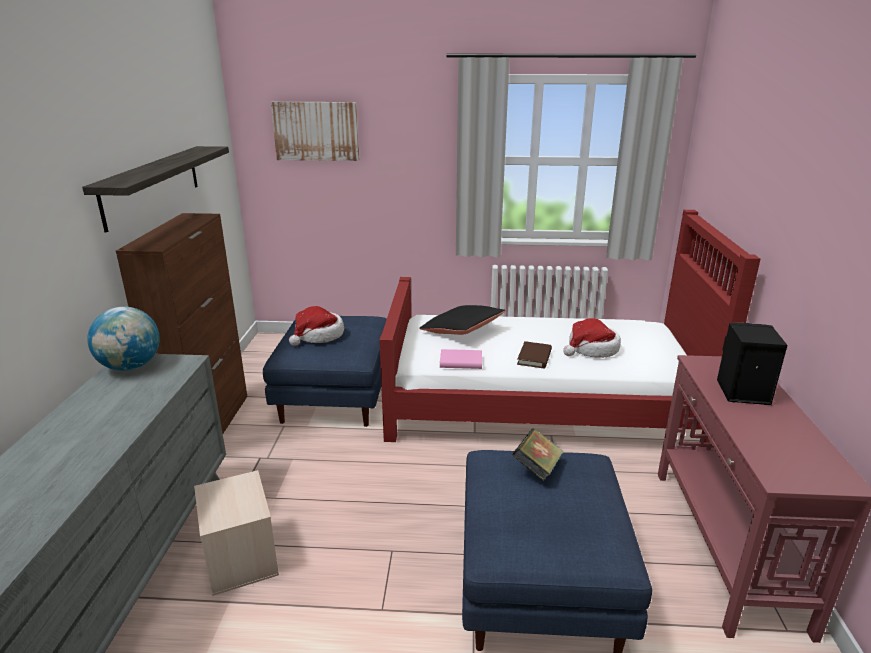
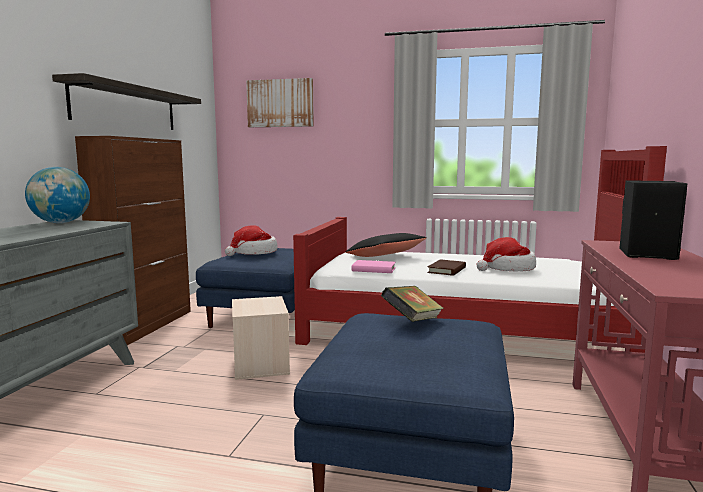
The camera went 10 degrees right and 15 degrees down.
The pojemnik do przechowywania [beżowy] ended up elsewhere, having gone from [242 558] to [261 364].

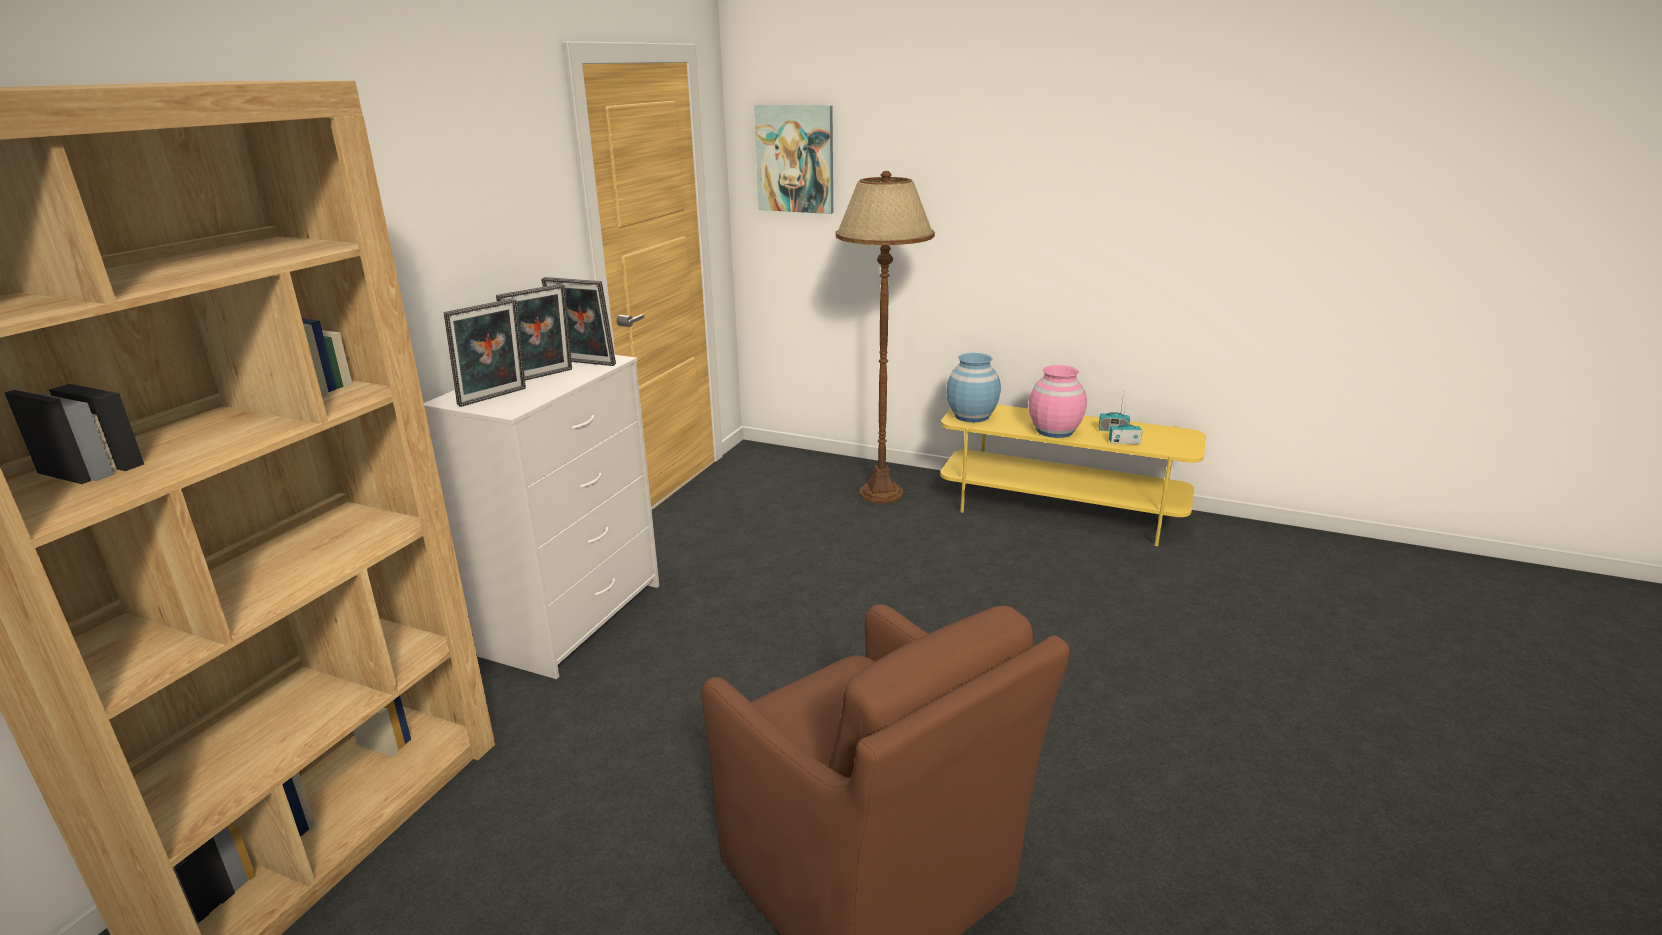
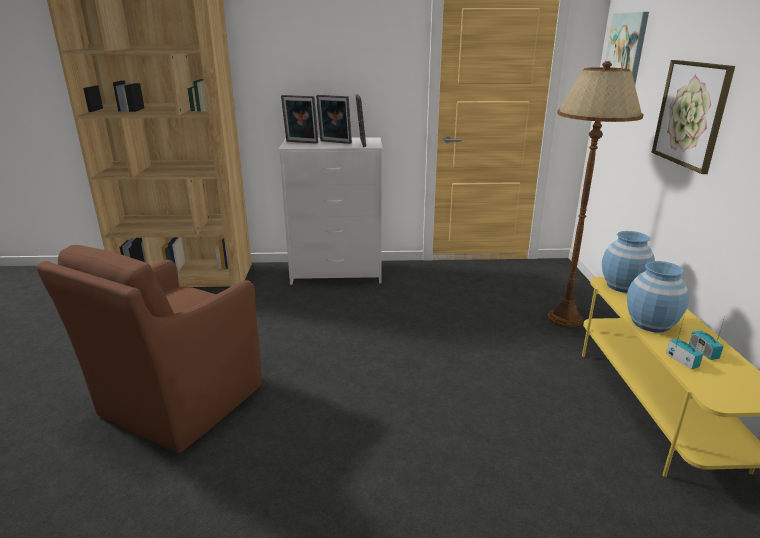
The camera went 65 degrees right and 0 degrees up.
What was the wazon [różowy] at [1055 431] turned into the wazon [niebieski] at [651 323].
The second view gained the obraz at [691 114].

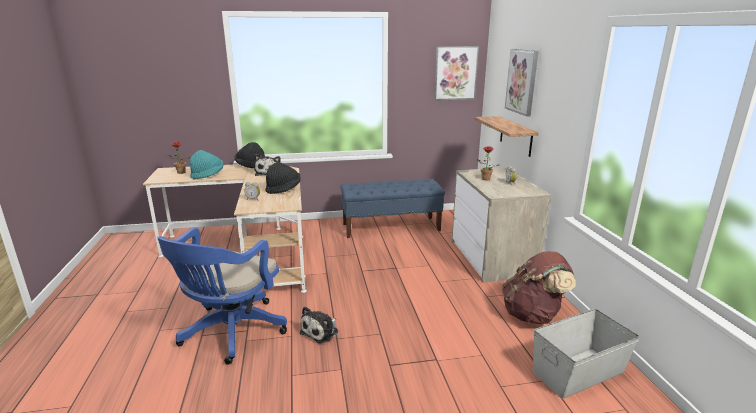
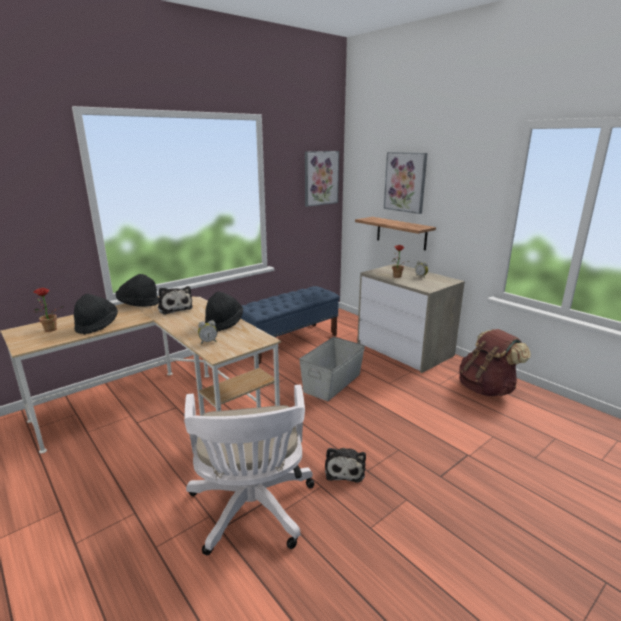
The camera went 30 degrees left and 0 degrees up.
What was the krzesło biurowe [niebieski] at [230 333] turned into the krzesło biurowe [biały] at [252 511].
What was the kapelusz [turkusowy] at [207 175] turned into the kapelusz [czarny] at [97 326].
The pojemnik do przechowywania [szary] ended up elsewhere, having gone from [579 372] to [333 383].

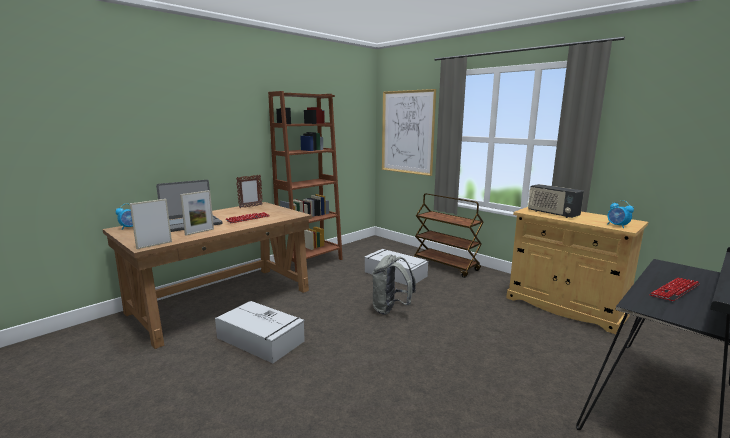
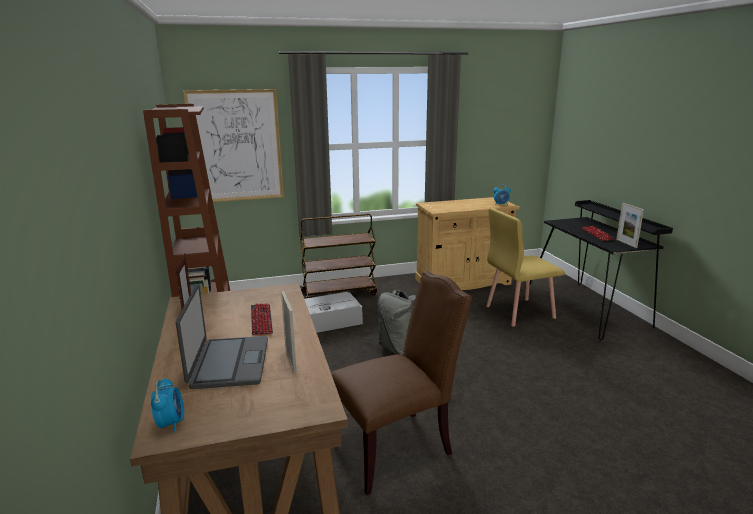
The camera went 60 degrees left and 5 degrees up.
The ramka na zdjęcie ended up elsewhere, having gone from [154 245] to [626 243].
Where the pojemnik do przechowywania [szary] stood at [261 340], the krzesło [brązowy] came to stand at [395 446].
The second view lost the radio at [552 213].
The second view gained the krzesło [żółty] at [519 312].

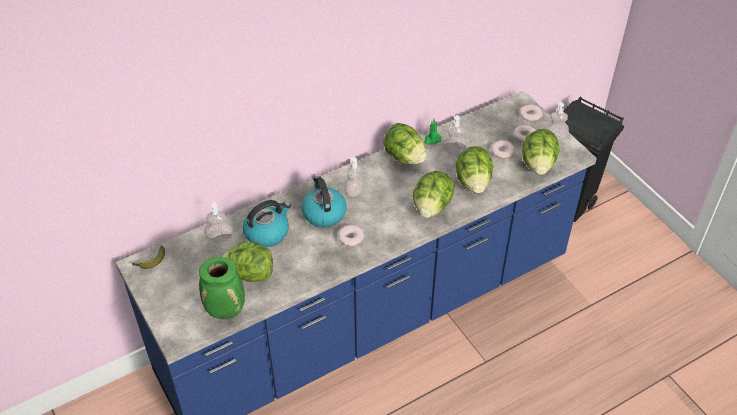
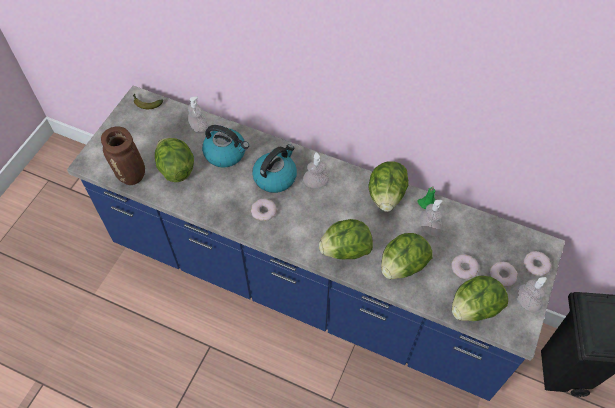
The camera went 55 degrees right and 10 degrees up.
What was the wazon [zielony] at [226 310] turned into the wazon [brązowy] at [132 176].

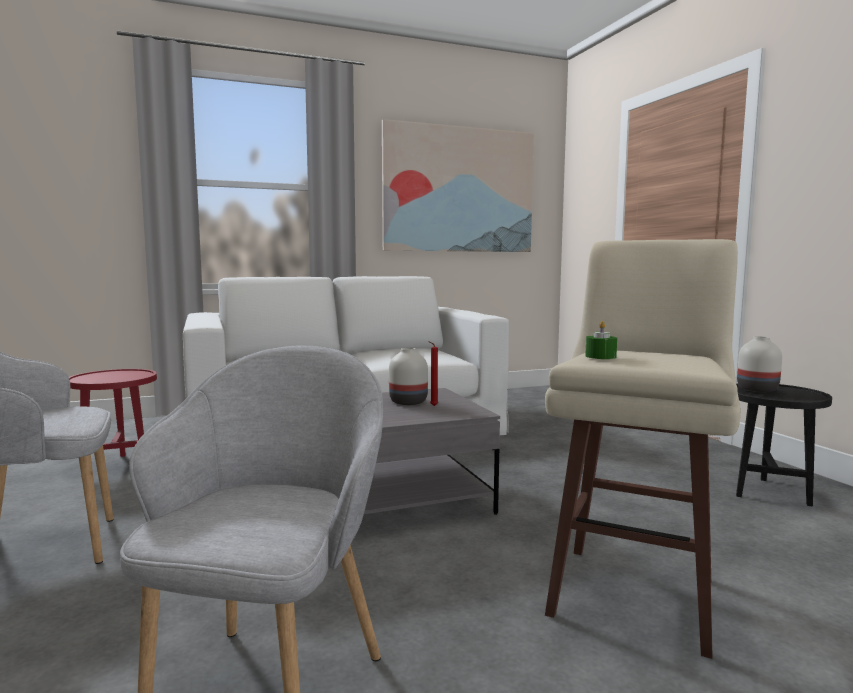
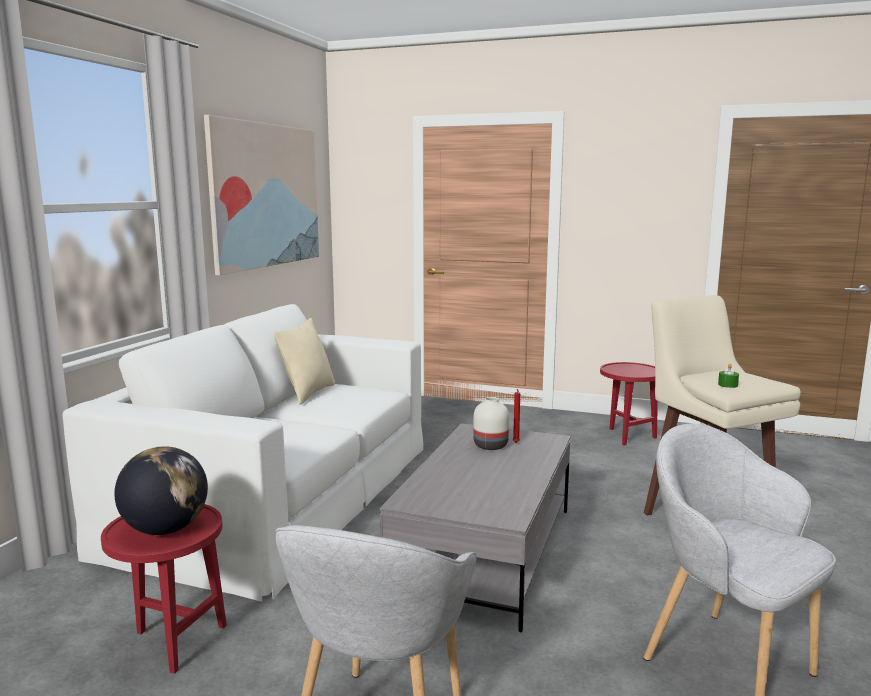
The camera went 50 degrees left and 5 degrees up.
What was the stolik [czarny] at [769 491] turned into the stolik [czerwony] at [627 436].
The second view lost the wazon [biały] at [756 389].
The second view gained the globus at [166 529].
The second view gained the poduszka [beżowy] at [308 393].

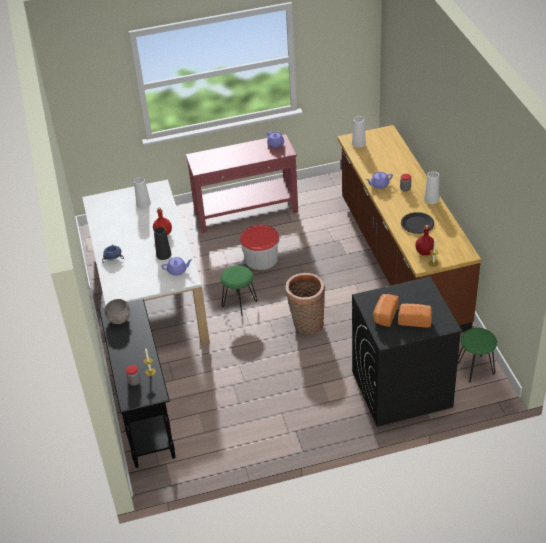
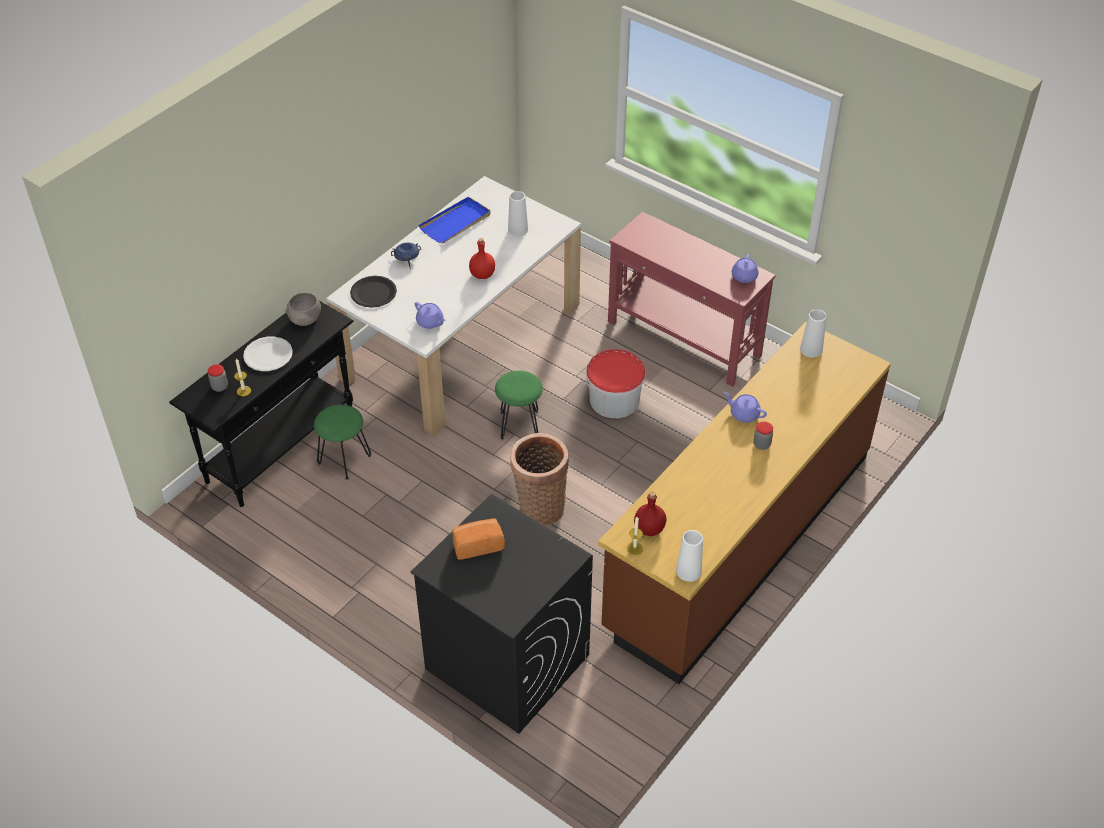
The camera went 50 degrees right and 5 degrees up.
The second view lost the wazon [czarny] at [163 255].
The second view lost the chleb at [414 320].
The talerz [czarny] ended up elsewhere, having gone from [417 224] to [373 293].
The wazon [biały] ended up elsewhere, having gone from [431 199] to [688 571].
The stołek [zielony] ended up elsewhere, having gone from [475 368] to [344 459].
The second view gained the talerz [biały] at [268 355].
The second view gained the taca [niebieski] at [456 222].

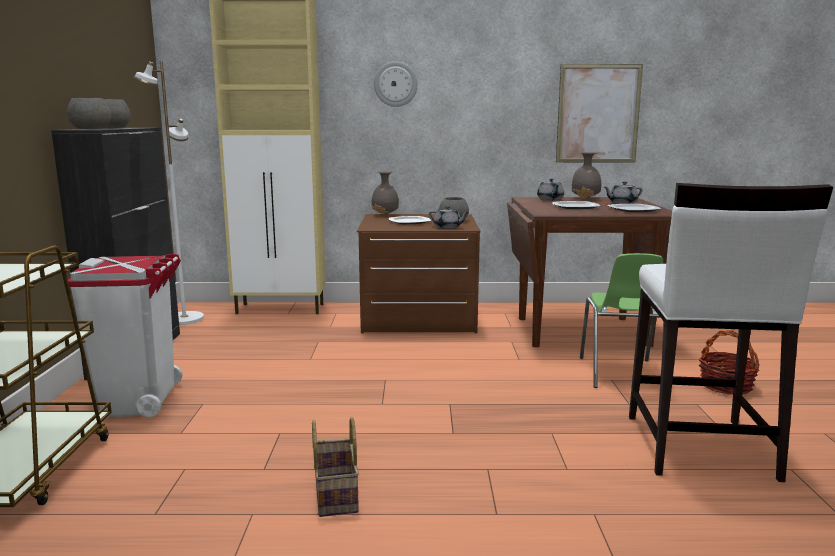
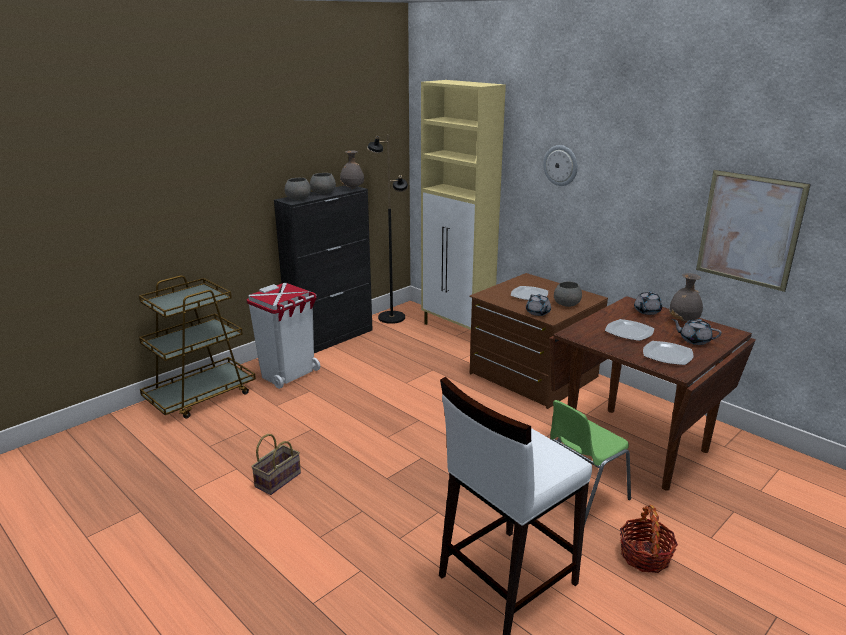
The camera went 45 degrees right and 10 degrees up.
What was the lampa stojąca [biały] at [183 319] turned into the lampa stojąca [czarny] at [391 317].
The wazon [szary] ended up elsewhere, having gone from [385 215] to [352 188].

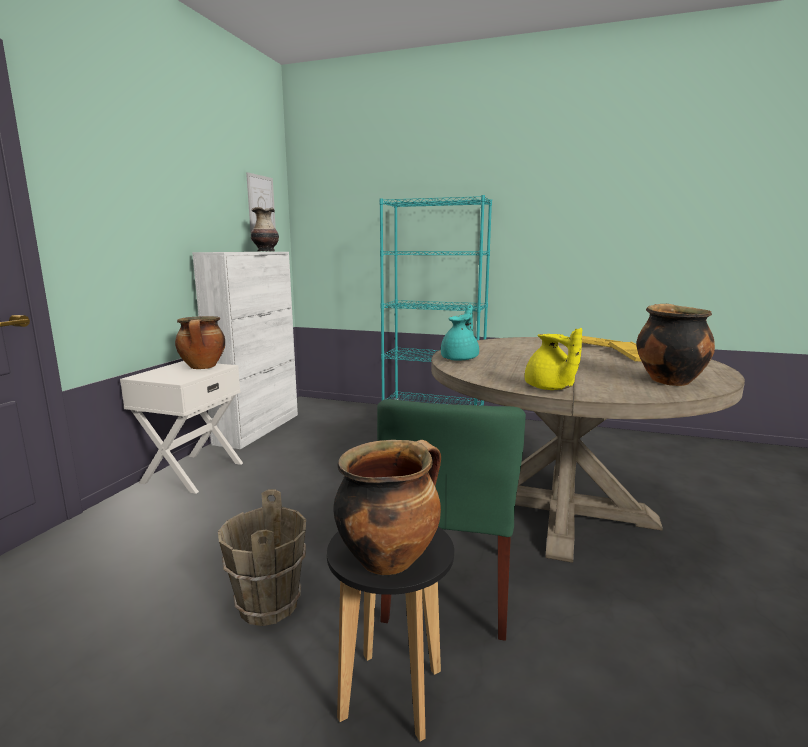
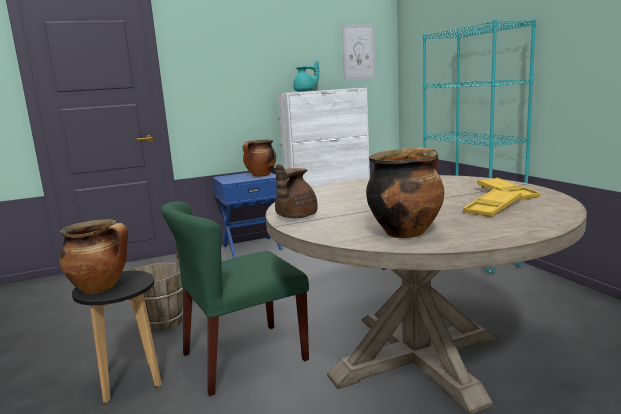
The camera went 50 degrees right and 0 degrees up.
What was the szafka nocna [biały] at [192 472] turned into the szafka nocna [niebieski] at [252 247].
The second view lost the wazon at [266 251].
The imbryk [turkusowy] ended up elsewhere, having gone from [461 358] to [305 91].
What was the imbryk [żółty] at [550 388] turned into the imbryk [brązowy] at [295 217].

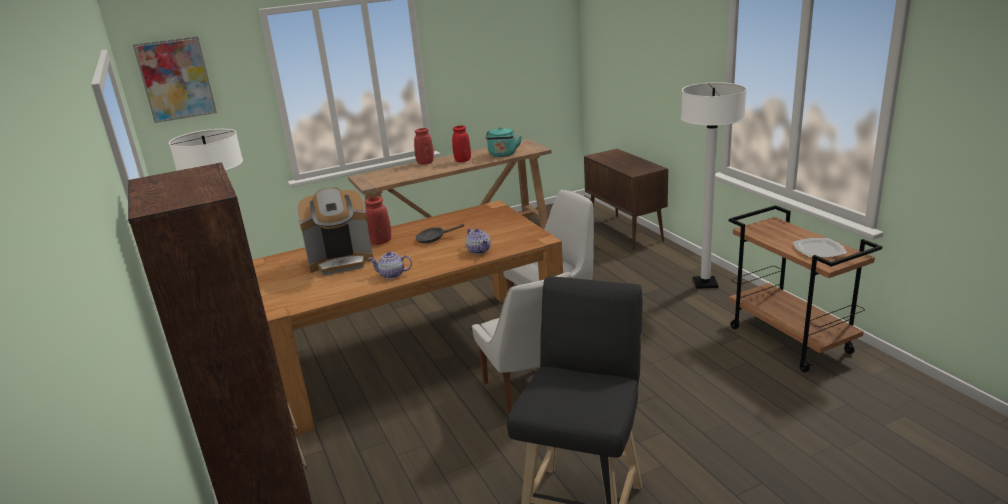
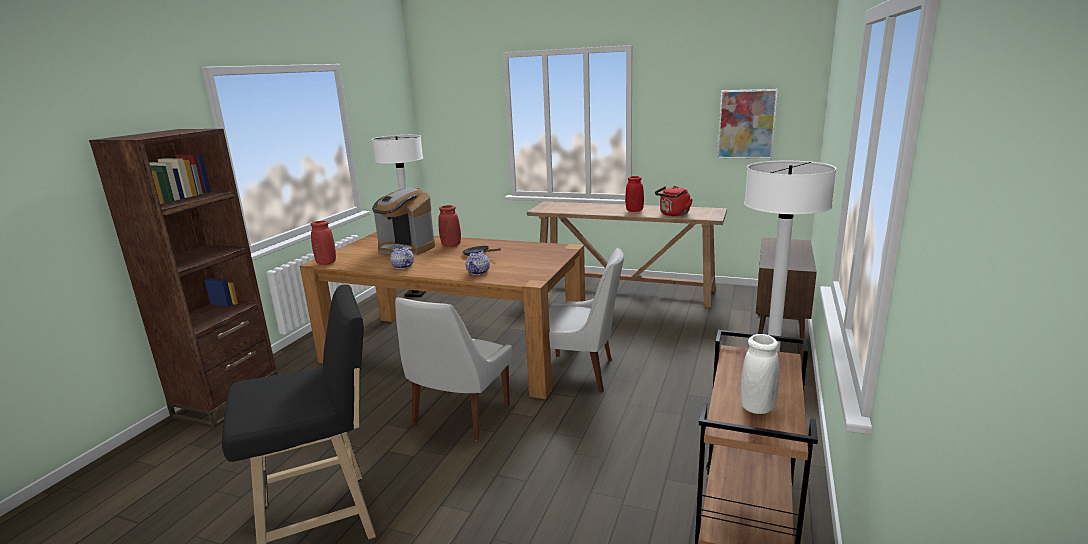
The camera went 45 degrees right and 5 degrees down.
The obraz ended up elsewhere, having gone from [176 79] to [746 124].
The wazon [czerwony] ended up elsewhere, having gone from [425 163] to [326 263].
What was the czajnik [turkusowy] at [502 155] turned into the czajnik [czerwony] at [673 214].
Where the talerz stood at [819 249], the wazon [biały] came to stand at [757 407].

